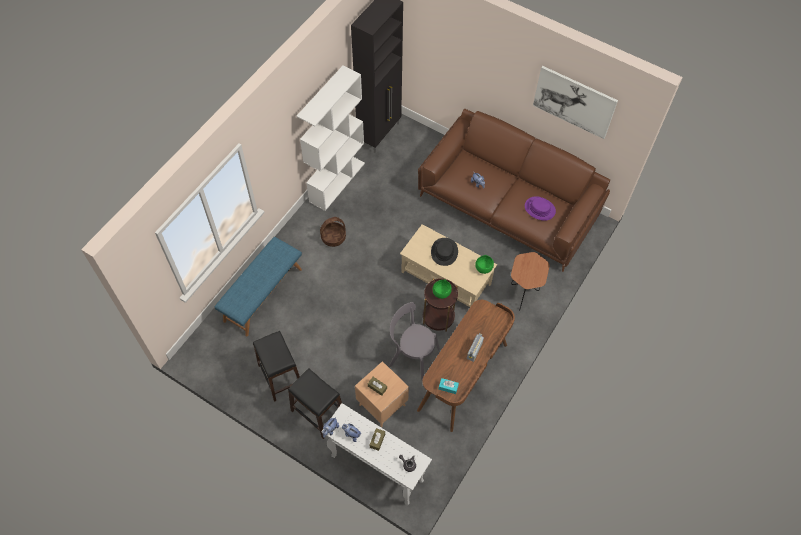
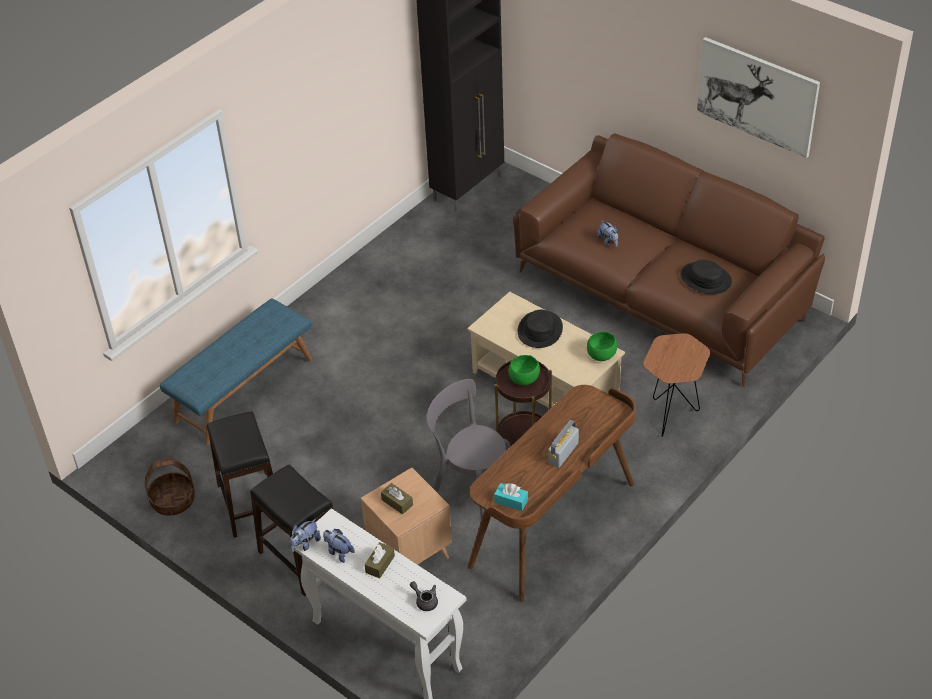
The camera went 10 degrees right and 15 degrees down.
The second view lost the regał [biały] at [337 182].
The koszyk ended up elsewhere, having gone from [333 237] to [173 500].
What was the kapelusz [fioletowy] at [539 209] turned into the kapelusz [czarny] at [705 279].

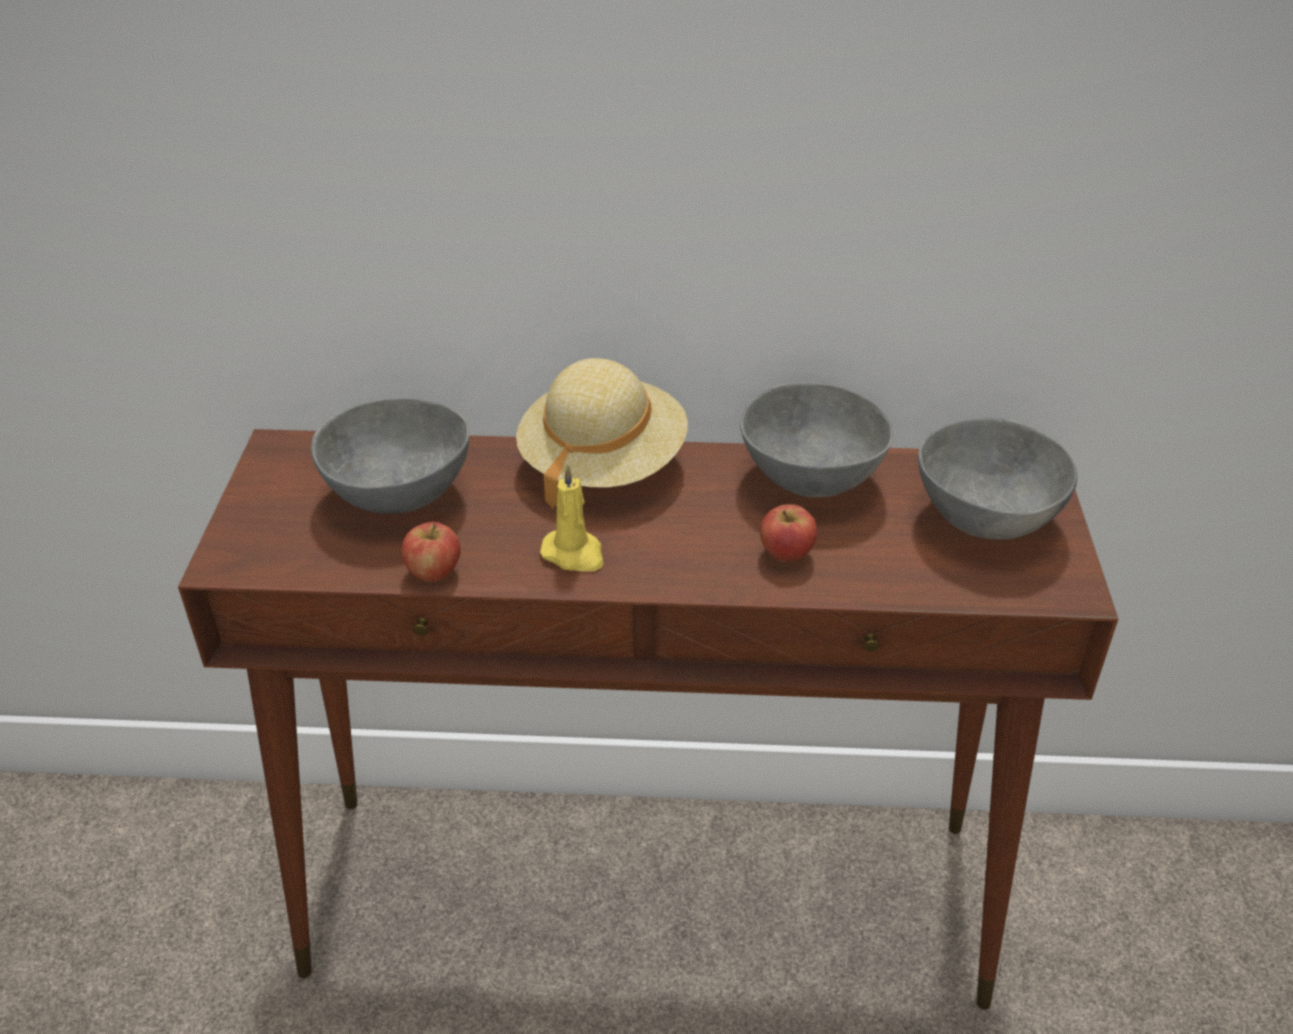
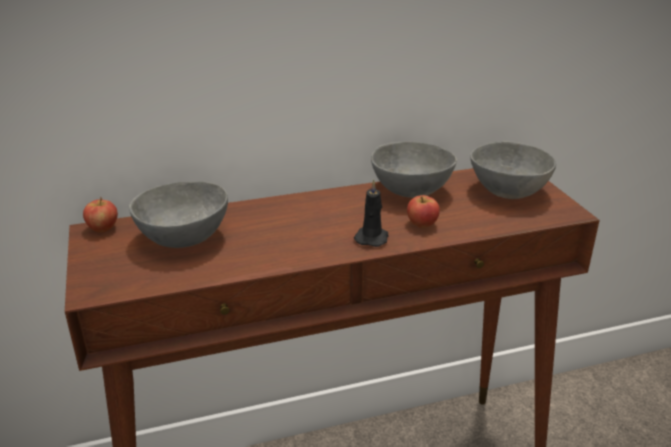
The camera went 20 degrees left and 10 degrees down.
The jabłko ended up elsewhere, having gone from [433 572] to [103 229].
The second view lost the kapelusz [beżowy] at [602 463].
The second view lost the świeca [żółty] at [574 554].
The second view gained the świeca [czarny] at [372 237].

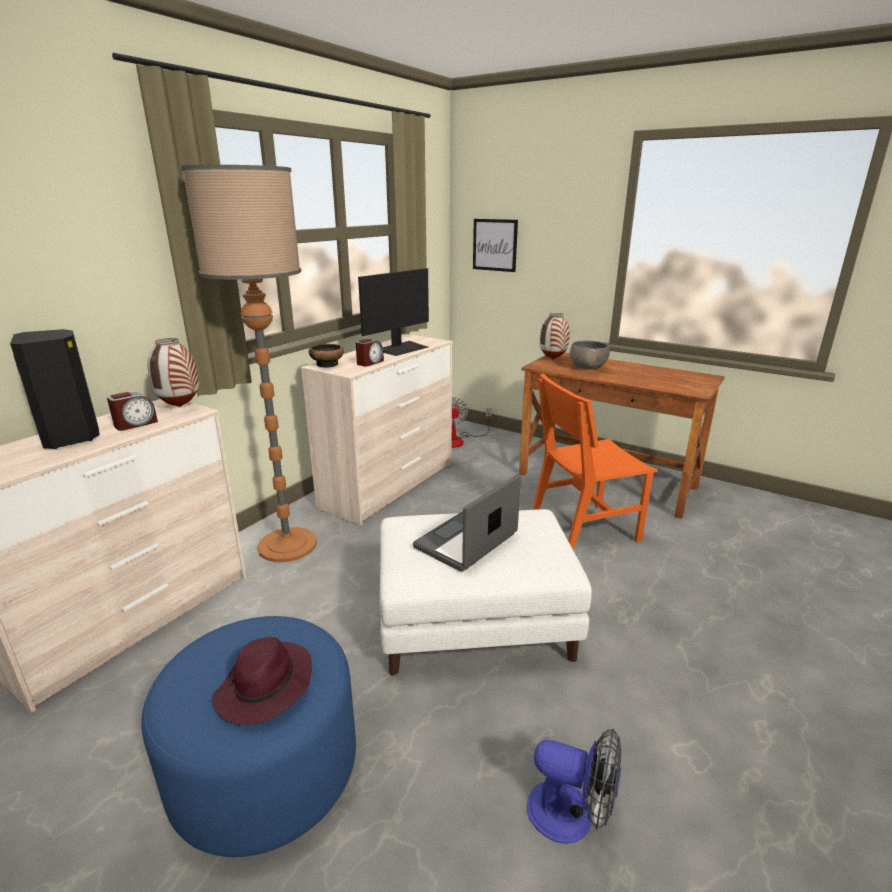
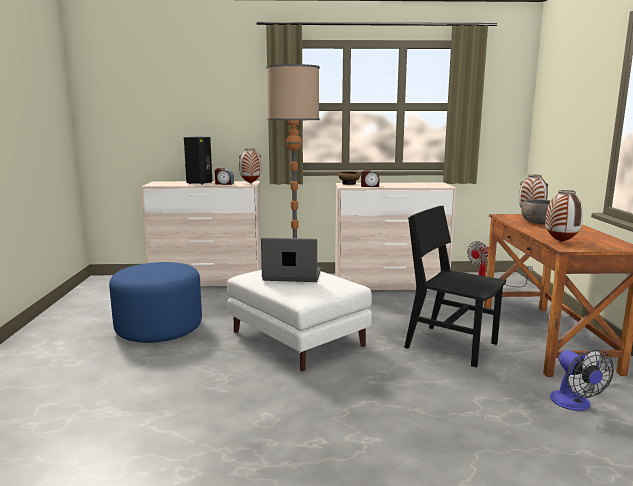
The camera went 55 degrees right and 10 degrees down.
The second view lost the kapelusz [fioletowy] at [265 688].
The second view lost the monitor at [402 348].
The second view lost the obraz at [495 245].
The wentylator ended up elsewhere, having gone from [572 815] to [575 404].
What was the krzesło [pomarańczowy] at [583 530] turned into the krzesło [czarny] at [451 345].
The second view gained the wazon at [560 242].

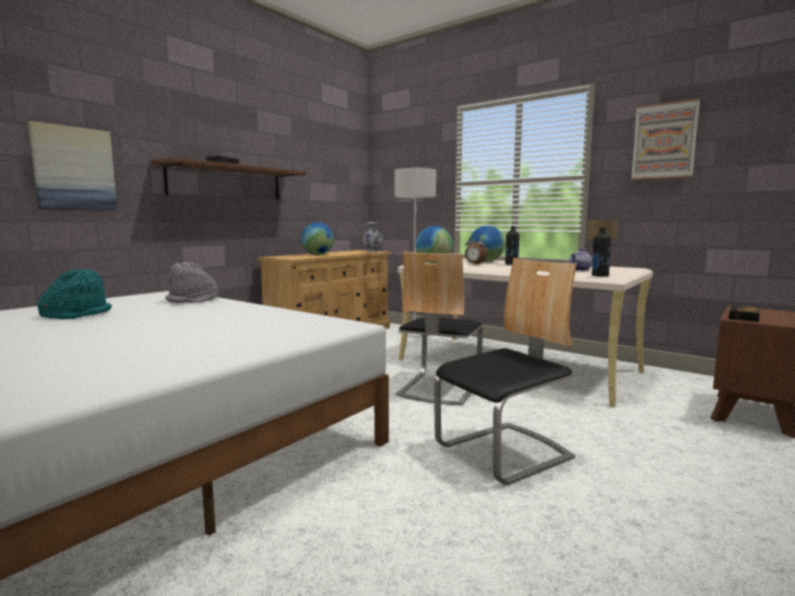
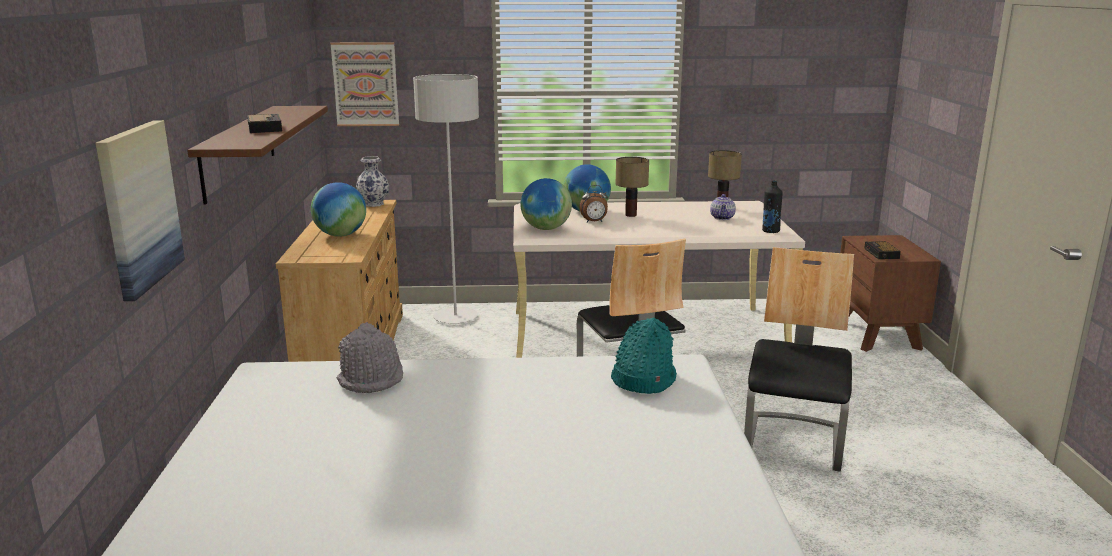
The camera went 40 degrees left and 10 degrees up.
The kapelusz [turkusowy] ended up elsewhere, having gone from [77 314] to [642 379].
Where the butelka [czarny] stood at [511 264], the lampa stołowa came to stand at [631 215].
The obraz ended up elsewhere, having gone from [664 141] to [365 84].

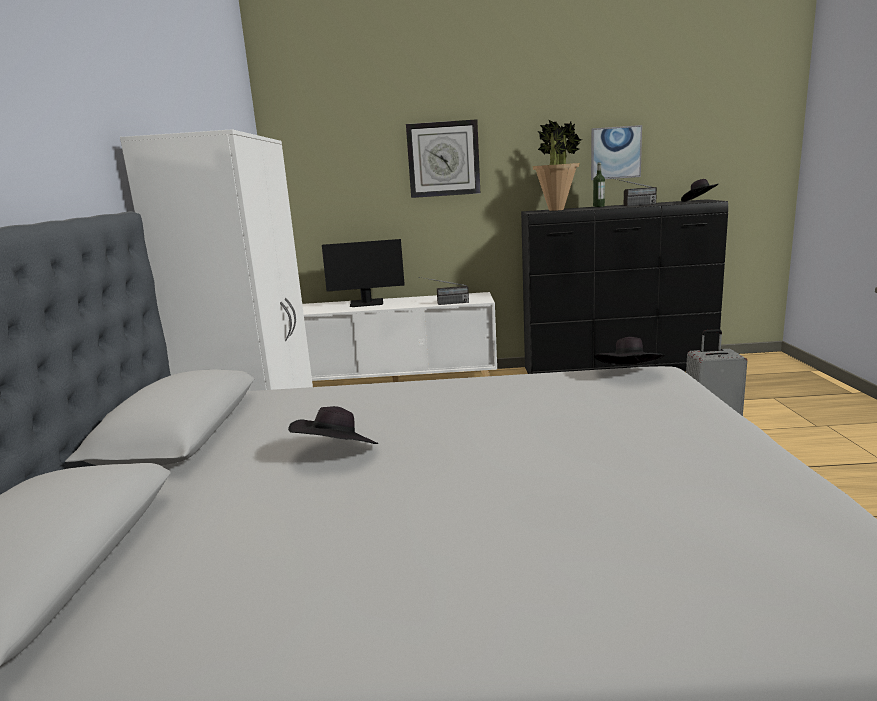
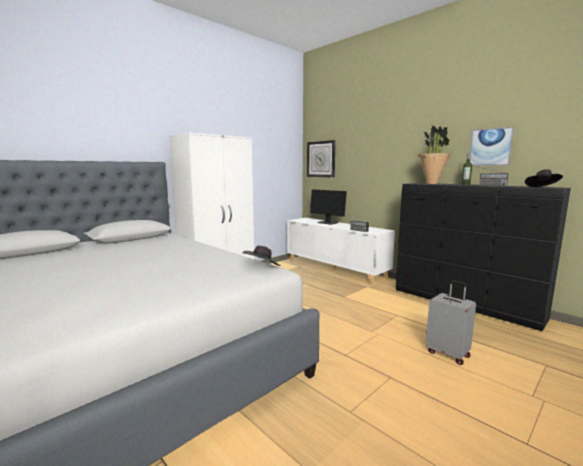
The camera went 45 degrees right and 5 degrees down.
The second view lost the kapelusz [czarny] at [336 454].
The zegar ścienny ended up elsewhere, having gone from [443 159] to [321 159].

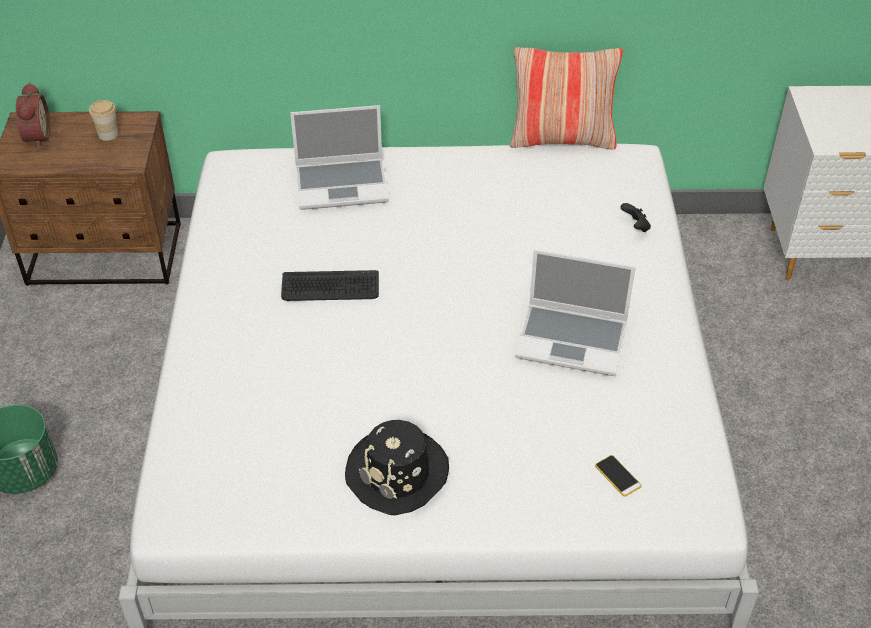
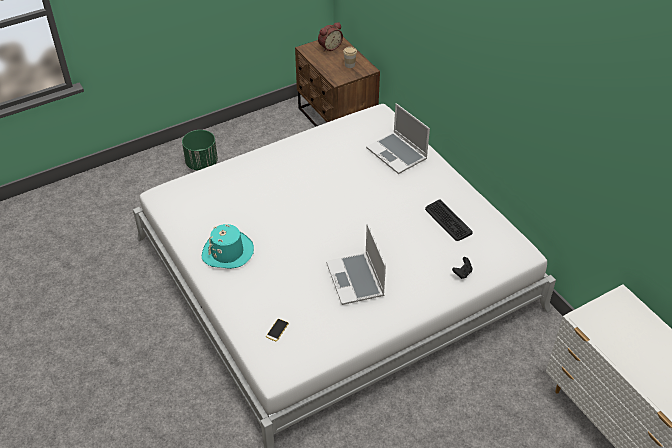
The camera went 60 degrees right and 0 degrees up.
The klawiatura ended up elsewhere, having gone from [330 287] to [448 221].
What was the kapelusz [czarny] at [398 473] turned into the kapelusz [turkusowy] at [227 252].
The second view lost the poduszka at [562 139].

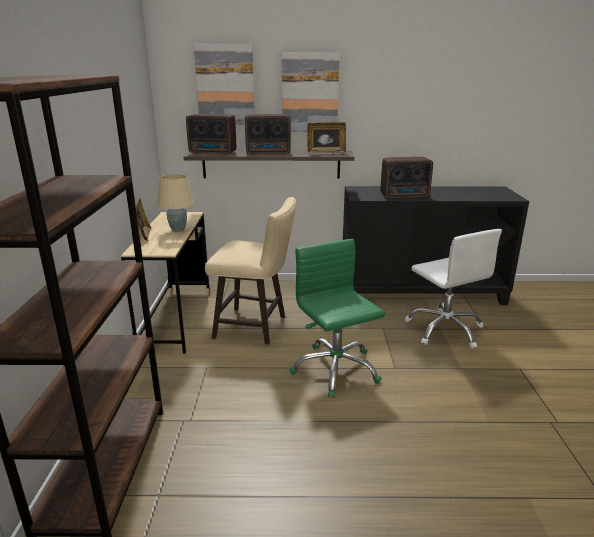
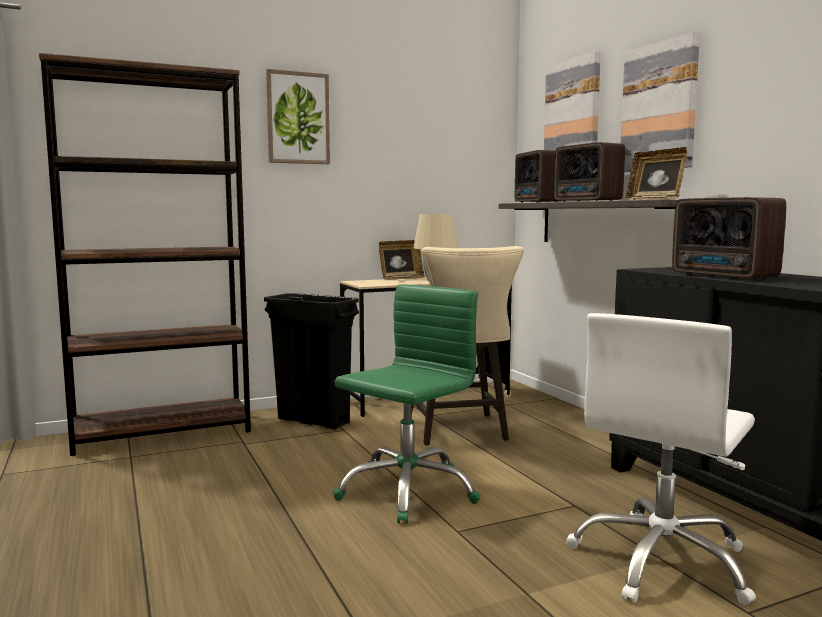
The camera went 65 degrees right and 15 degrees down.
The second view gained the kosz na śmieci [czarny] at [314 421].
The second view gained the obraz at [298 118].

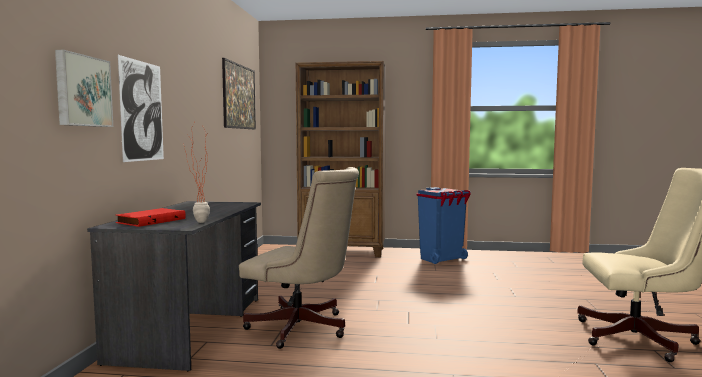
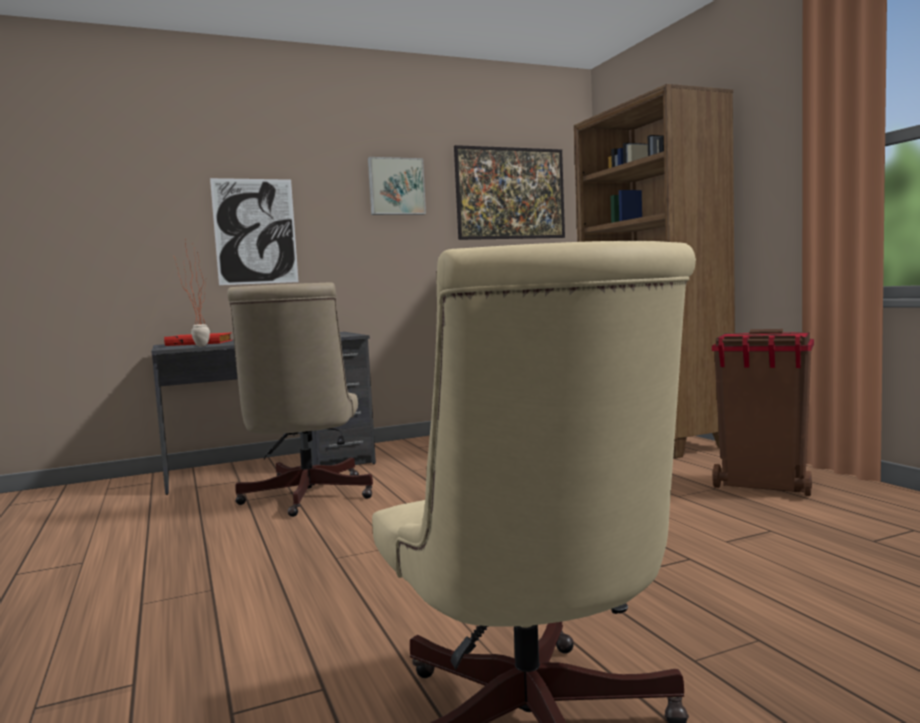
The camera went 60 degrees right and 0 degrees up.
The obraz ended up elsewhere, having gone from [82 91] to [396 186].
What was the kosz na śmieci [niebieski] at [442 259] turned into the kosz na śmieci [brązowy] at [764 486].

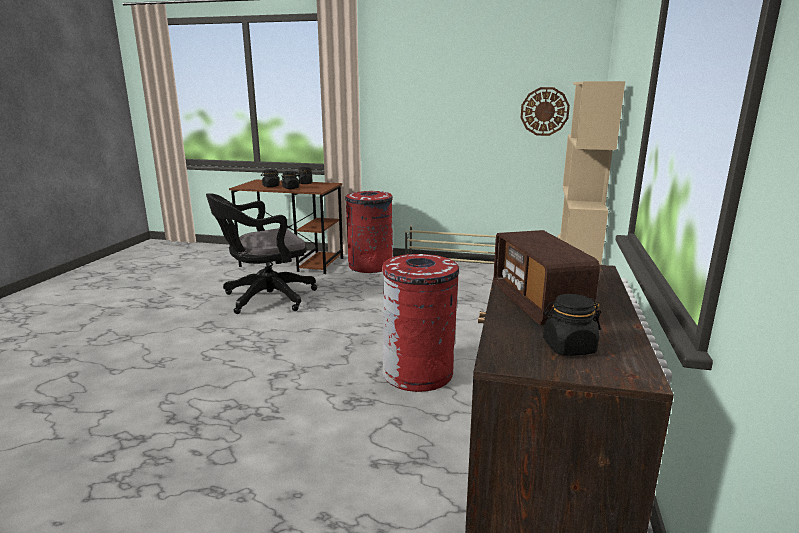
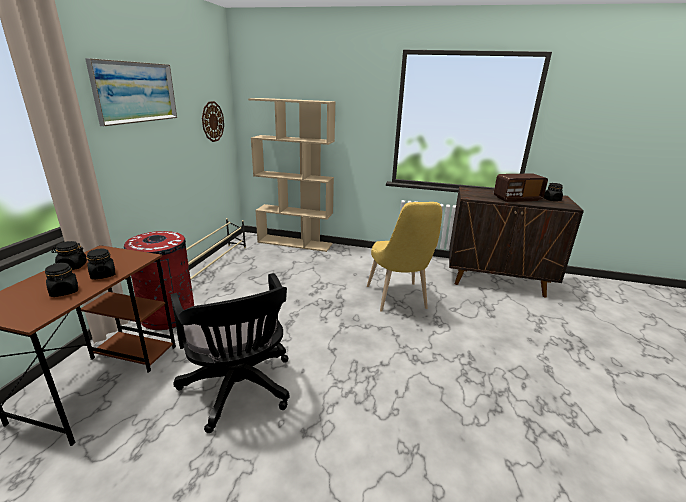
The camera went 90 degrees left and 5 degrees up.
Where the kosz na śmieci [czerwony] stood at [418 373], the krzesło [żółty] came to stand at [398 299].
The second view gained the obraz at [136 92].

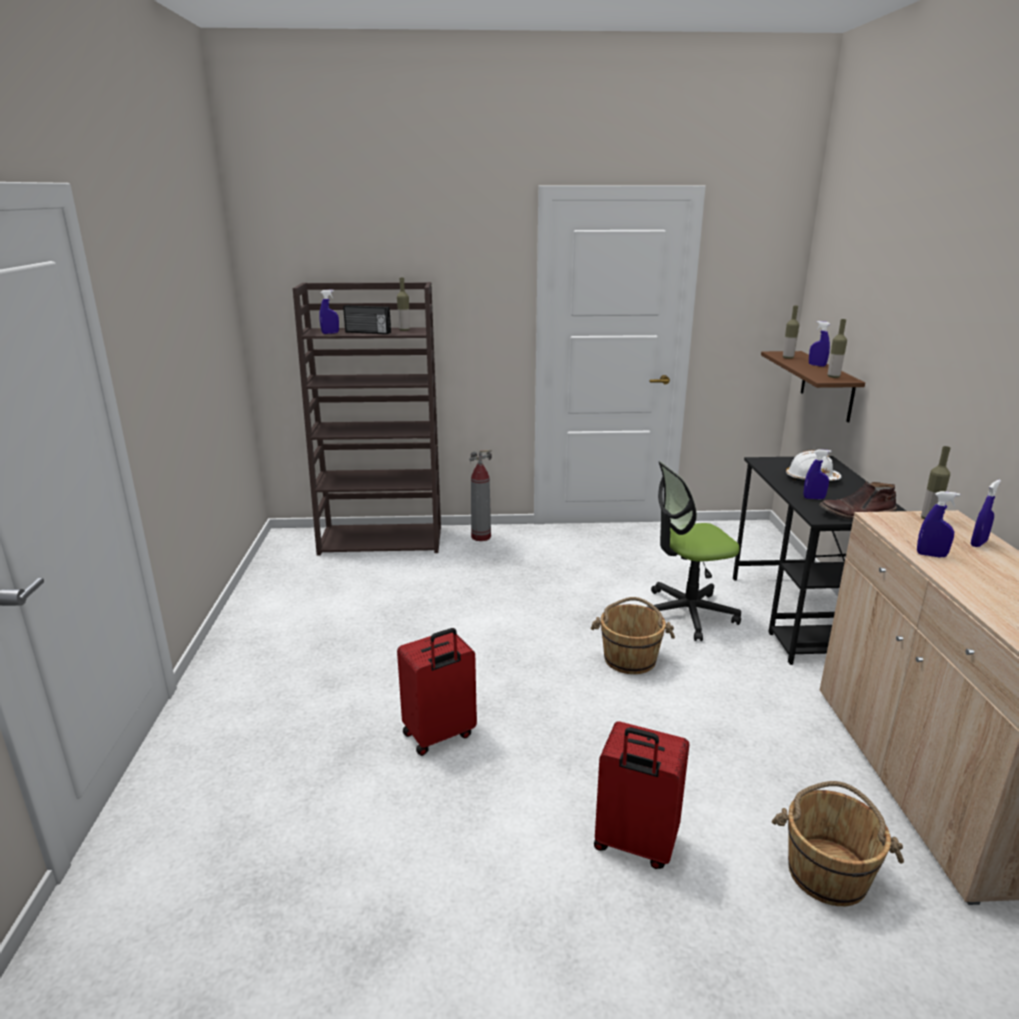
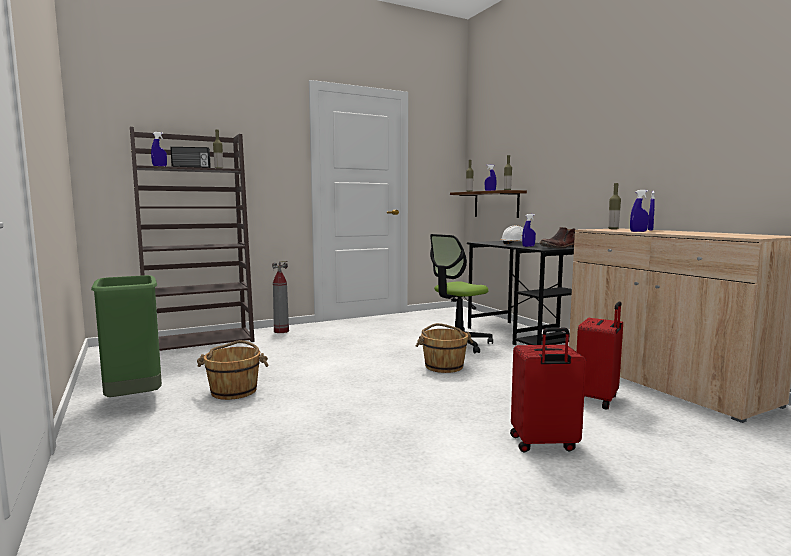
The camera went 25 degrees left and 15 degrees down.
The walizka [czerwony] ended up elsewhere, having gone from [439 735] to [598 399].
The wiadro [brązowy] ended up elsewhere, having gone from [827 872] to [234 391].
The second view gained the kosz na śmieci [zielony] at [134 400].

